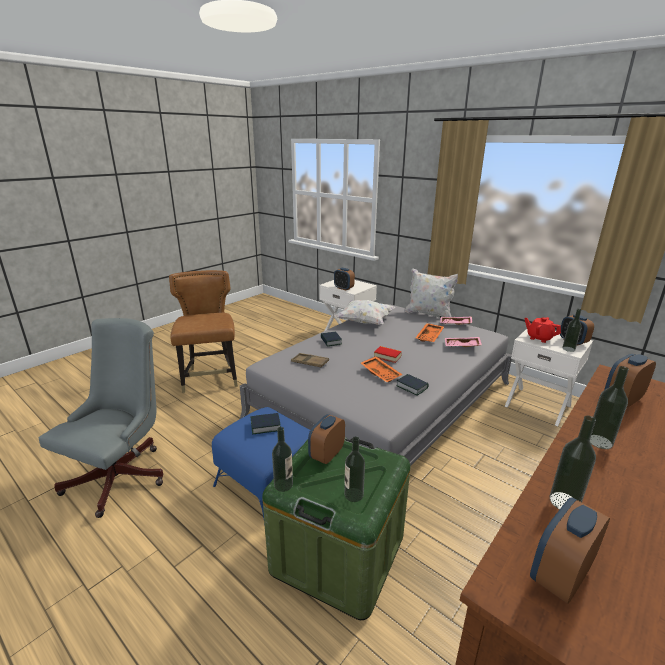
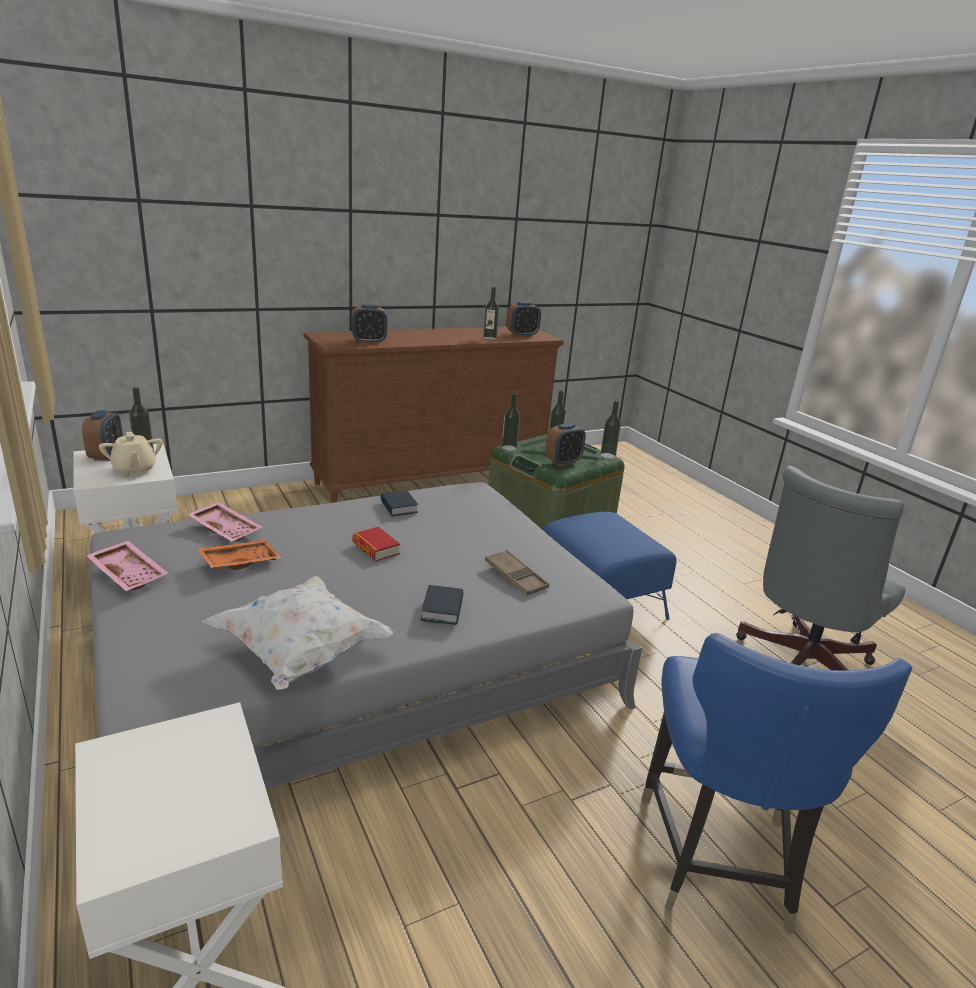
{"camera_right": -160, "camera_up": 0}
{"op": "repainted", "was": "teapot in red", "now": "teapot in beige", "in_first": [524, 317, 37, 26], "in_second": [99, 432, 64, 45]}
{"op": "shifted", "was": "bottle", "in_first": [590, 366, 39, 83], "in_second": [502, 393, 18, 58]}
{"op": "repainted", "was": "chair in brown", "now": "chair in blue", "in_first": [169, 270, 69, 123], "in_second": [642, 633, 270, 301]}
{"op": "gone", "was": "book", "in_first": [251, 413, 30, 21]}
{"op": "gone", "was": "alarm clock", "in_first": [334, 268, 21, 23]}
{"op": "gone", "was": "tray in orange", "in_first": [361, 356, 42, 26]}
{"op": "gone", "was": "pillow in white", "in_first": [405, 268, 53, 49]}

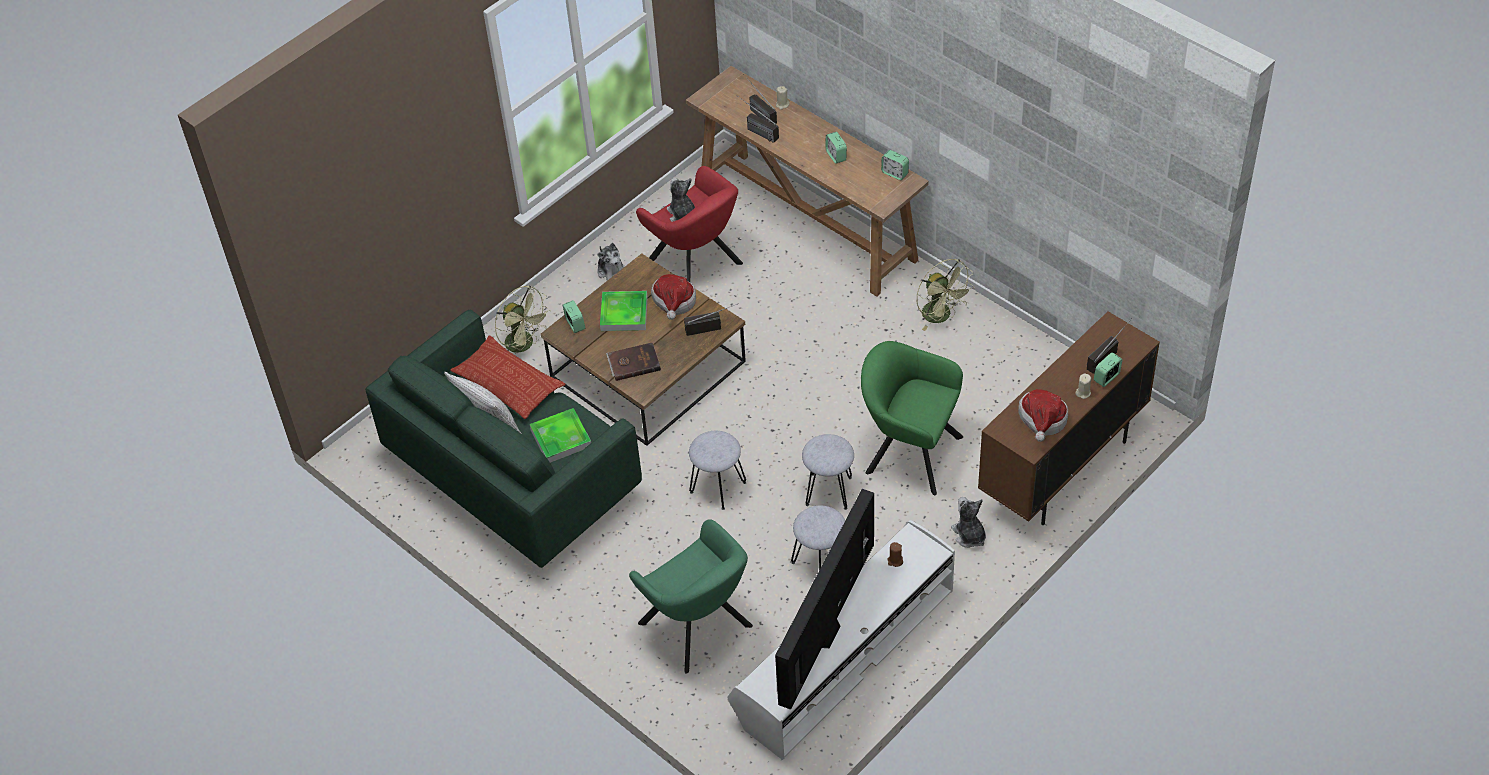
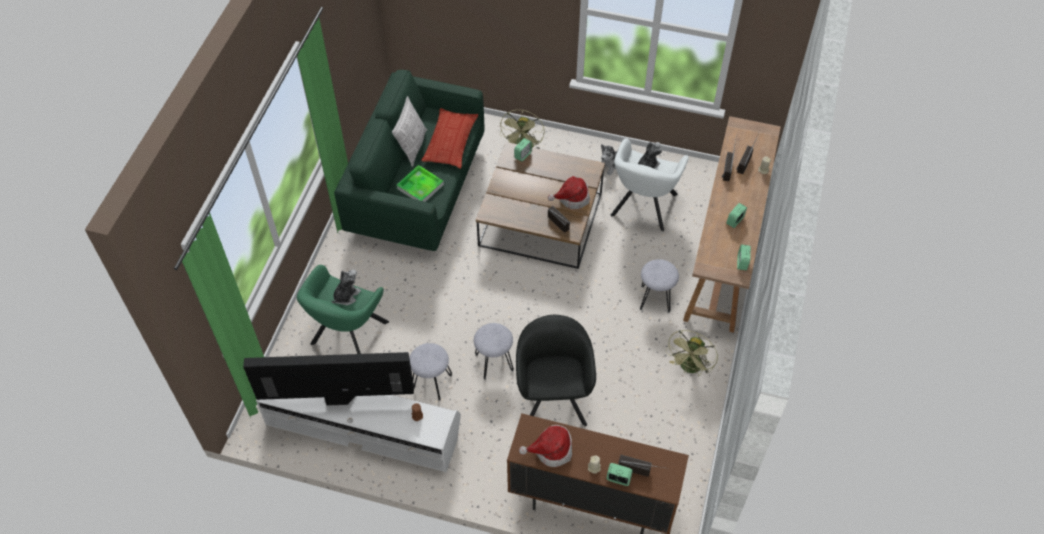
{"camera_right": 60, "camera_up": 5}
{"op": "shifted", "was": "plush toy", "in_first": [951, 497, 35, 51], "in_second": [332, 269, 29, 36]}
{"op": "repainted", "was": "armchair in green", "now": "armchair in black", "in_first": [861, 341, 102, 154], "in_second": [516, 315, 80, 111]}
{"op": "repainted", "was": "armchair in red", "now": "armchair in white", "in_first": [636, 166, 107, 116], "in_second": [610, 138, 79, 93]}
{"op": "shifted", "was": "stool in grey", "in_first": [689, 431, 57, 79], "in_second": [640, 259, 39, 54]}
{"op": "gone", "was": "tray", "in_first": [600, 291, 48, 40]}
{"op": "gone", "was": "book in brown", "in_first": [606, 343, 55, 38]}

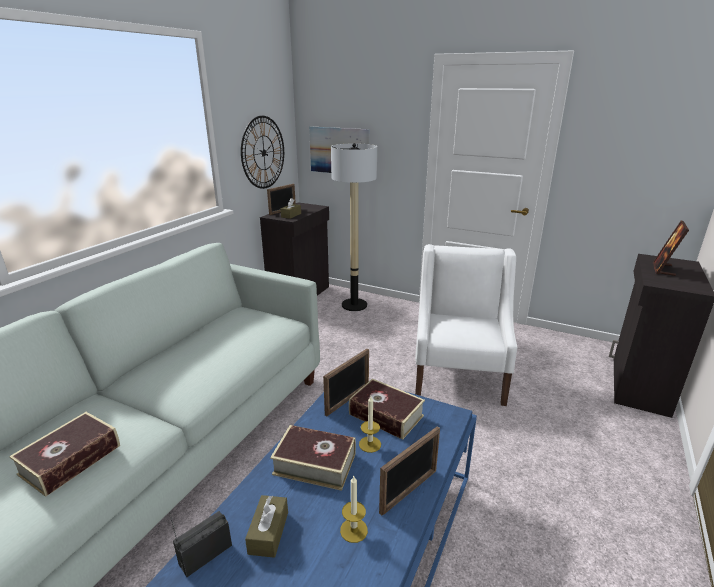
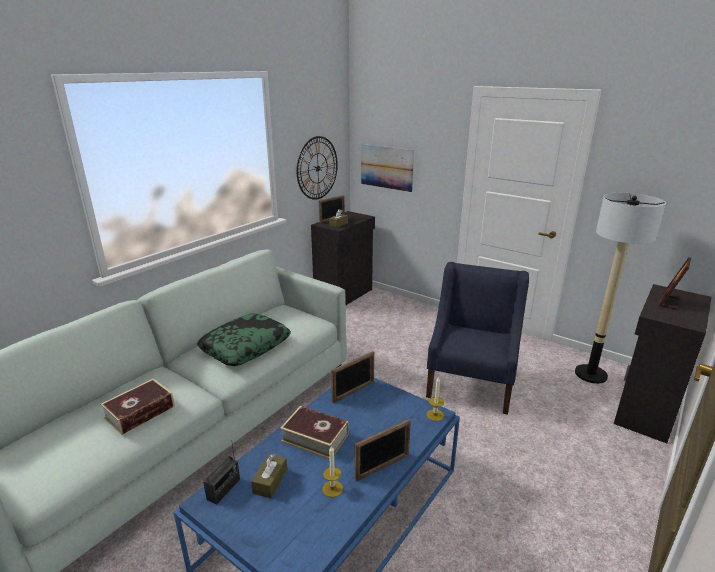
{"camera_right": 10, "camera_up": 0}
{"op": "new", "now": "pillow", "in_second": [197, 313, 94, 53]}
{"op": "rotated", "was": "radio", "in_first": [169, 511, 63, 66], "in_second": [203, 440, 37, 65], "clockwise": 150}
{"op": "repainted", "was": "armchair in white", "now": "armchair in blue", "in_first": [415, 244, 102, 162], "in_second": [426, 262, 103, 153]}
{"op": "shifted", "was": "candle", "in_first": [359, 396, 22, 57], "in_second": [427, 377, 17, 44]}
{"op": "shifted", "was": "floor lamp", "in_first": [331, 143, 46, 168], "in_second": [575, 193, 91, 191]}
{"op": "gone", "was": "book", "in_first": [349, 378, 76, 62]}

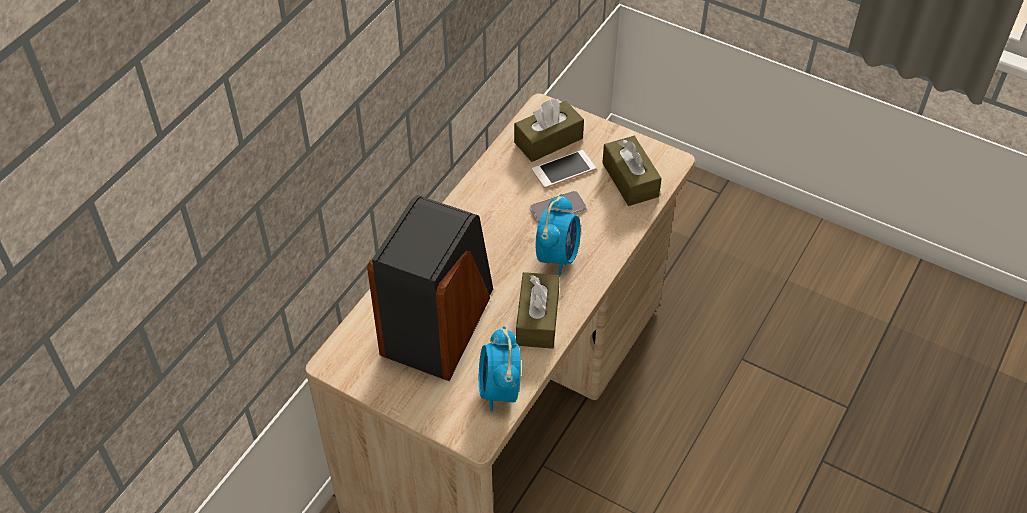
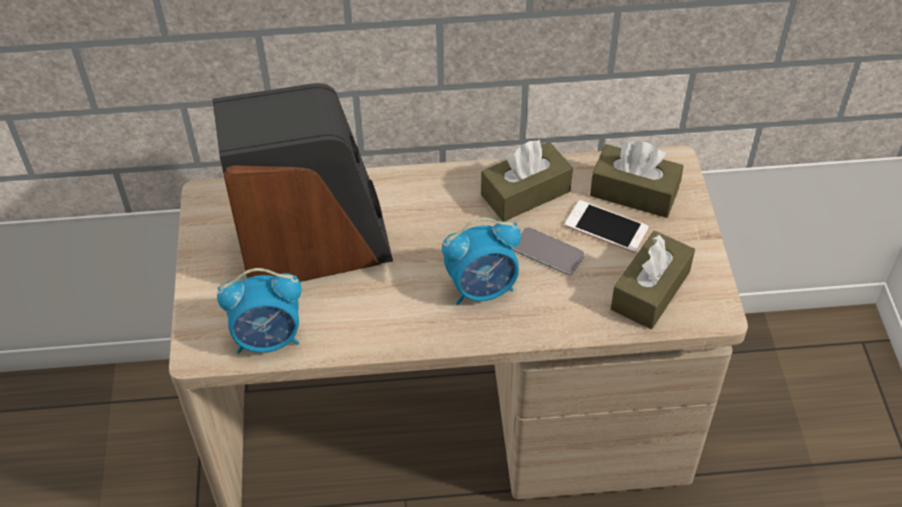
{"camera_right": 55, "camera_up": 0}
{"op": "rotated", "was": "alarm clock", "in_first": [479, 326, 42, 86], "in_second": [217, 268, 85, 86], "clockwise": -150}
{"op": "shifted", "was": "tissue box in brown", "in_first": [516, 272, 44, 77], "in_second": [481, 140, 92, 81]}

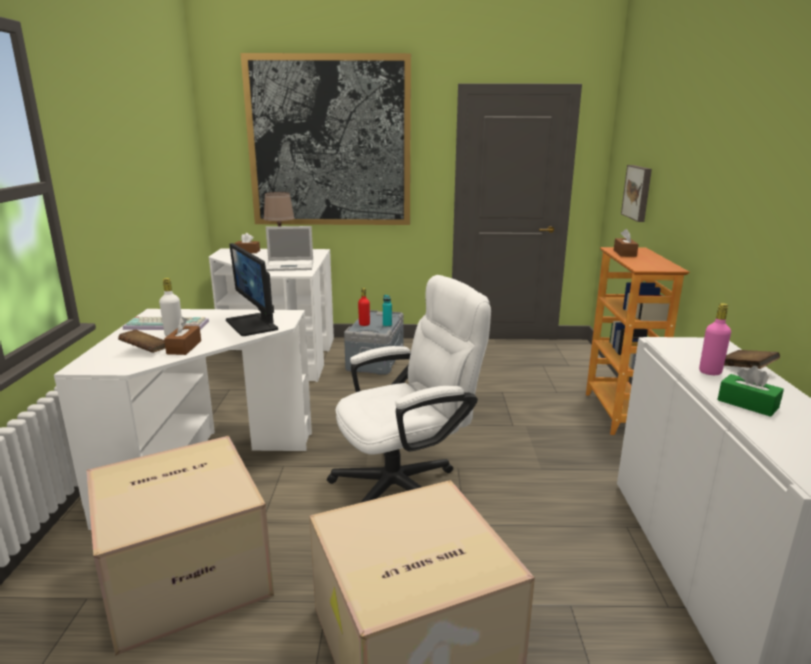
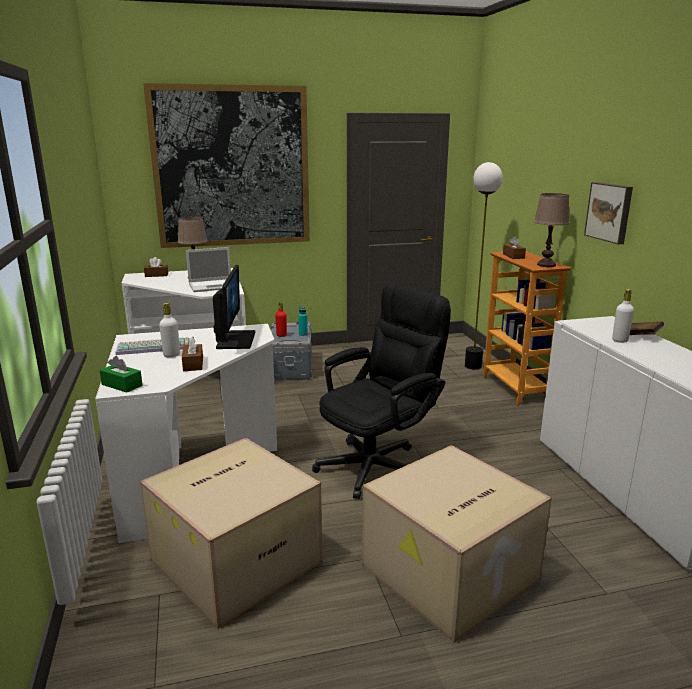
{"camera_right": -15, "camera_up": 0}
{"op": "shifted", "was": "tissue box in green", "in_first": [717, 366, 67, 51], "in_second": [100, 356, 43, 37]}
{"op": "rotated", "was": "monitor", "in_first": [226, 243, 52, 93], "in_second": [213, 265, 42, 84], "clockwise": -135}
{"op": "repainted", "was": "office chair in white", "now": "office chair in black", "in_first": [327, 275, 164, 228], "in_second": [312, 283, 139, 216]}
{"op": "new", "now": "floor lamp", "in_second": [465, 162, 38, 208]}
{"op": "new", "now": "table lamp in brown", "in_second": [534, 193, 35, 74]}
{"op": "shifted", "was": "picture", "in_first": [621, 165, 31, 57], "in_second": [584, 182, 49, 62]}
{"op": "repainted", "was": "bottle in pink", "now": "bottle in white", "in_first": [699, 303, 32, 72], "in_second": [612, 289, 22, 54]}
{"op": "gone", "was": "book in brown", "in_first": [118, 329, 47, 24]}

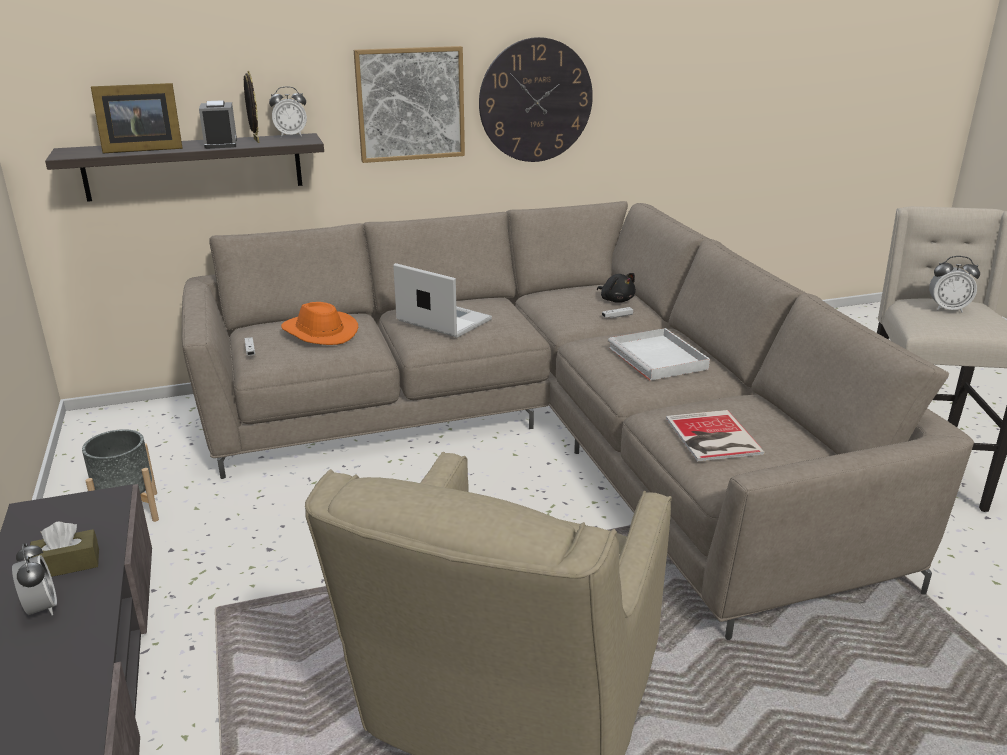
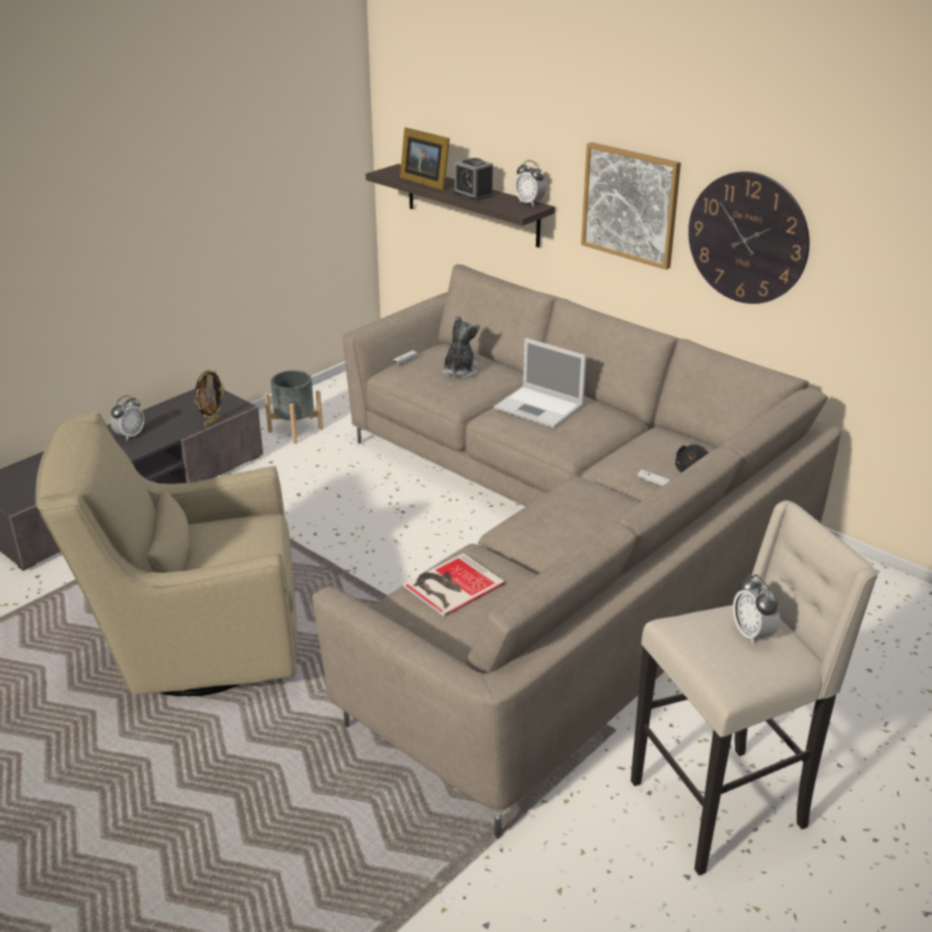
{"camera_right": 60, "camera_up": 5}
{"op": "shifted", "was": "picture frame", "in_first": [244, 71, 15, 72], "in_second": [195, 369, 30, 57]}
{"op": "swapped", "was": "hat in orange", "now": "plush toy", "in_first": [281, 302, 77, 43], "in_second": [442, 315, 38, 63]}
{"op": "rotated", "was": "alarm clock", "in_first": [199, 100, 38, 49], "in_second": [453, 158, 41, 43], "clockwise": 90}
{"op": "rotated", "was": "laptop", "in_first": [393, 263, 99, 75], "in_second": [494, 338, 93, 90], "clockwise": 120}
{"op": "gone", "was": "tissue box in brown", "in_first": [28, 522, 71, 55]}
{"op": "gone", "was": "tray in white", "in_first": [608, 328, 102, 53]}

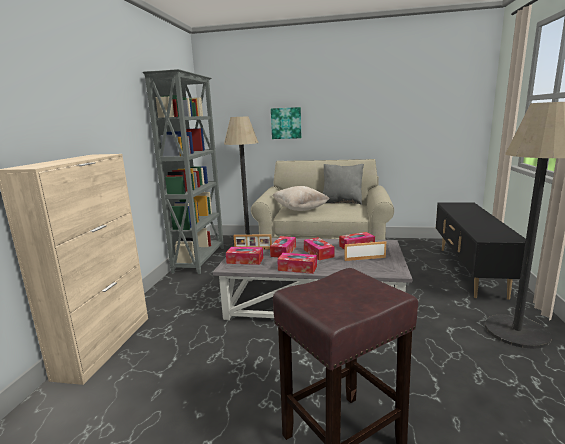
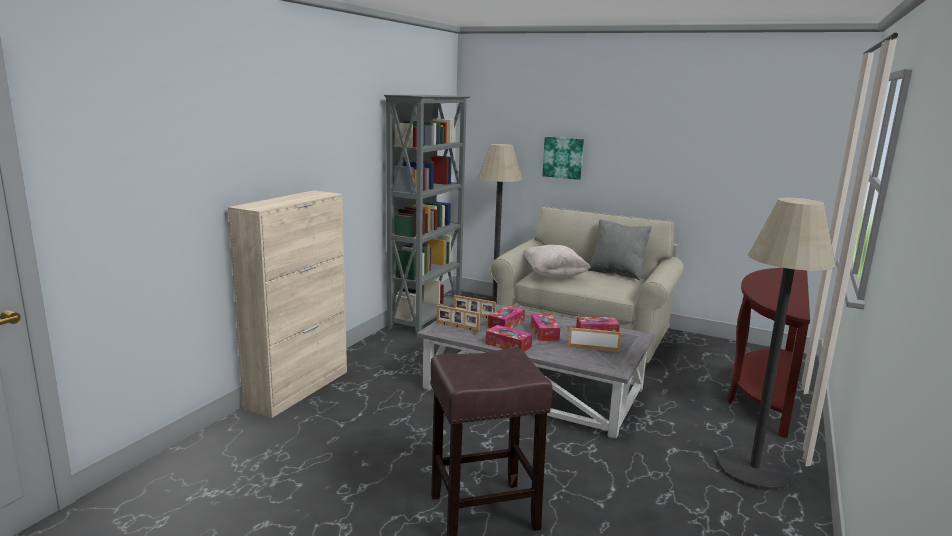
{"camera_right": 15, "camera_up": 0}
{"op": "swapped", "was": "tissue box", "now": "picture frame", "in_first": [226, 247, 37, 18], "in_second": [437, 305, 43, 27]}
{"op": "swapped", "was": "tv stand in black", "now": "console table in brown", "in_first": [436, 203, 90, 97], "in_second": [727, 268, 83, 170]}

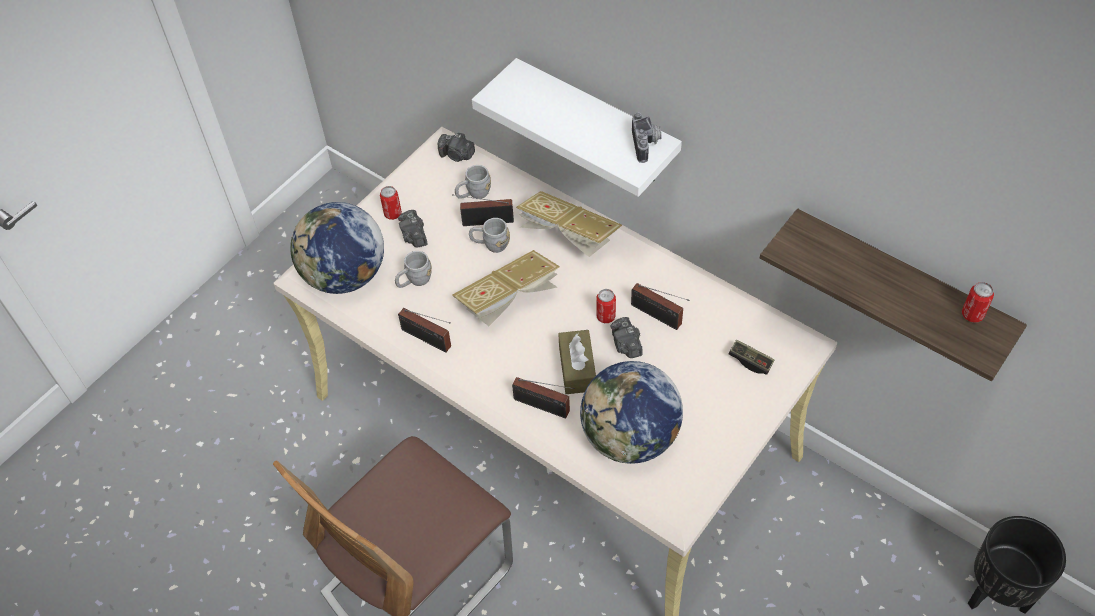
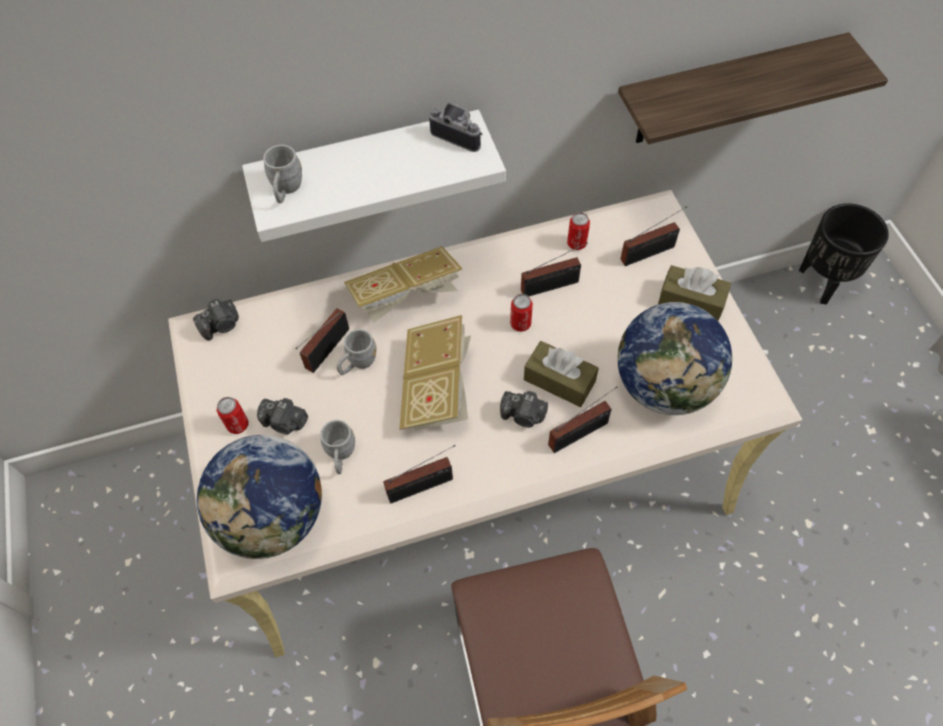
{"camera_right": -55, "camera_up": 5}
{"op": "shifted", "was": "mug in grey", "in_first": [455, 165, 36, 34], "in_second": [263, 145, 39, 58]}
{"op": "shifted", "was": "photo camera", "in_first": [611, 317, 32, 41], "in_second": [500, 391, 48, 37]}
{"op": "shifted", "was": "can", "in_first": [962, 282, 32, 41], "in_second": [567, 212, 23, 38]}
{"op": "swapped", "was": "game controller", "now": "radio", "in_first": [729, 340, 46, 35], "in_second": [620, 206, 67, 60]}
{"op": "new", "now": "tissue box in brown", "in_second": [658, 265, 73, 56]}

